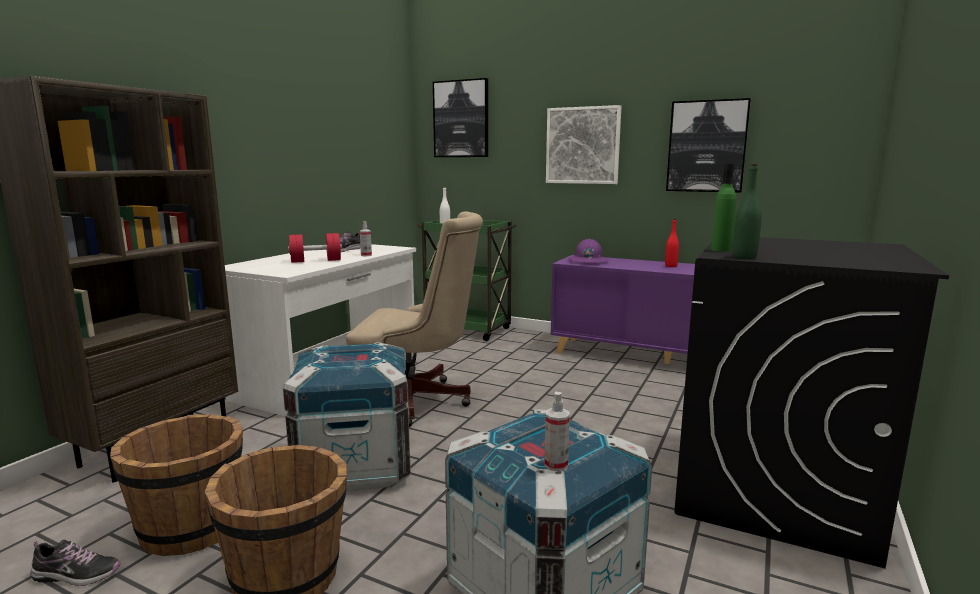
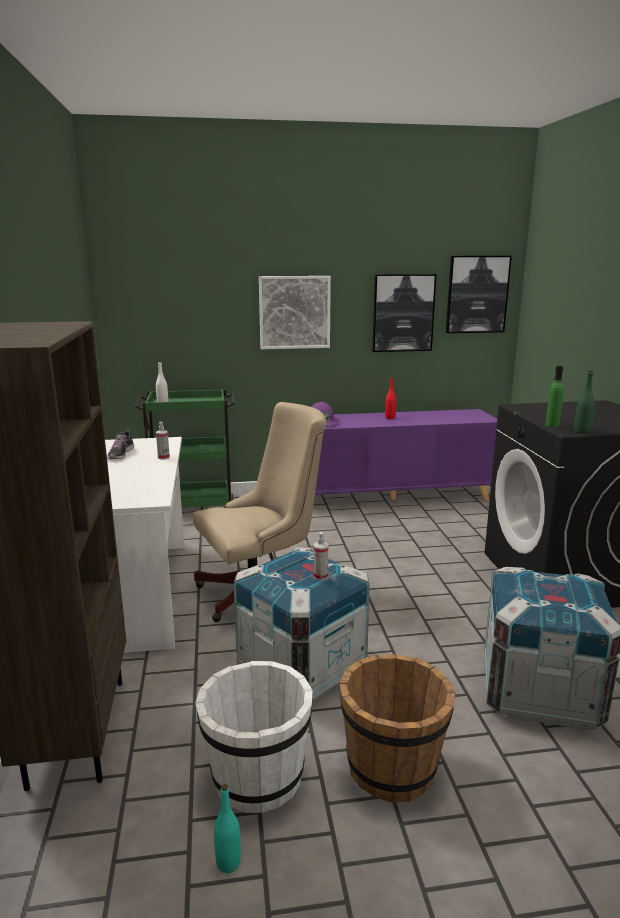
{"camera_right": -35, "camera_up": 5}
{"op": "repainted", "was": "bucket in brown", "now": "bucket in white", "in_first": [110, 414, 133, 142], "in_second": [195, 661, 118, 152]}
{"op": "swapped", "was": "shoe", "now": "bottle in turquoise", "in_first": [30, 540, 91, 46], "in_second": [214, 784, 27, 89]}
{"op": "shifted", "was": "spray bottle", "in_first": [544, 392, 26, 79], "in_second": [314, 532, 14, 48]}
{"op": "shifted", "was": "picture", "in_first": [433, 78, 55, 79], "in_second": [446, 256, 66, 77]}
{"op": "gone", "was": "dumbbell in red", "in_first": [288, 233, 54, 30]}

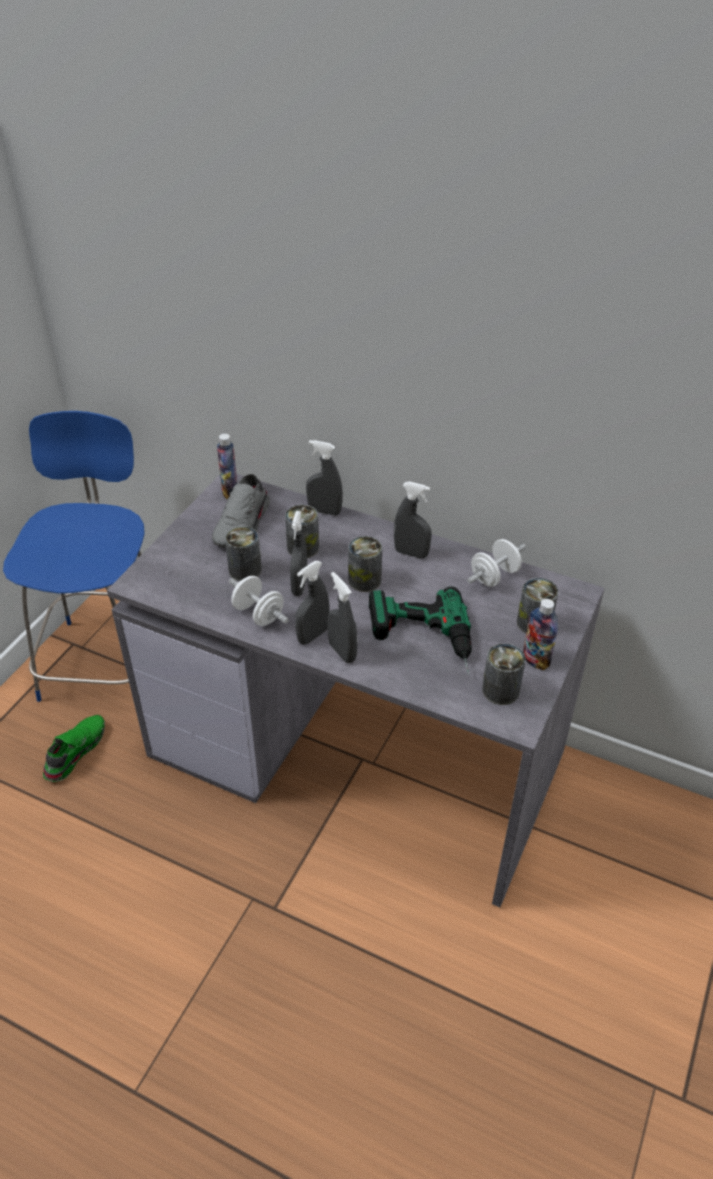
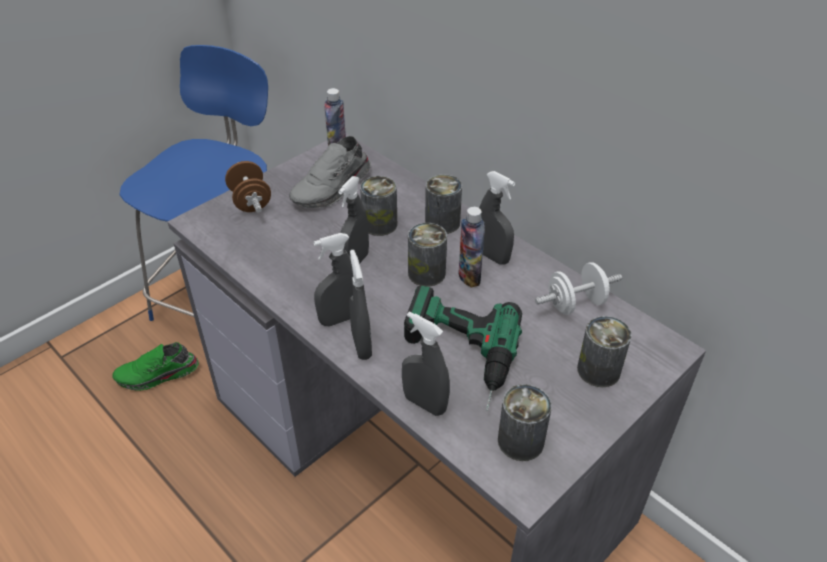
{"camera_right": 20, "camera_up": 0}
{"op": "rotated", "was": "shoe in green", "in_first": [43, 715, 62, 67], "in_second": [112, 342, 87, 49], "clockwise": -150}
{"op": "new", "now": "dumbbell in brown", "in_second": [225, 161, 46, 52]}
{"op": "shifted", "was": "spray bottle in grey", "in_first": [306, 440, 37, 76], "in_second": [402, 312, 48, 104]}
{"op": "shifted", "was": "can", "in_first": [225, 526, 37, 55], "in_second": [425, 174, 37, 60]}
{"op": "shifted", "was": "bottle", "in_first": [523, 599, 35, 71], "in_second": [459, 207, 26, 80]}
{"op": "gone", "was": "dumbbell in white", "in_first": [229, 576, 60, 50]}

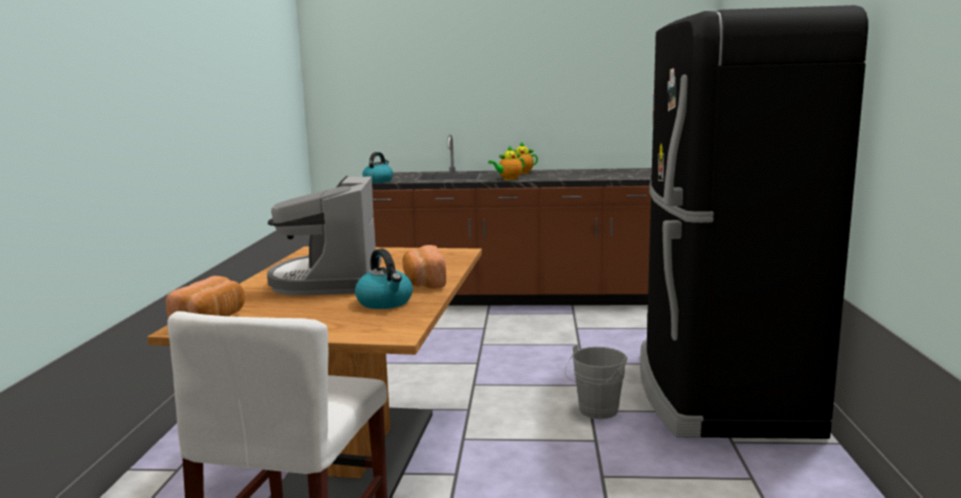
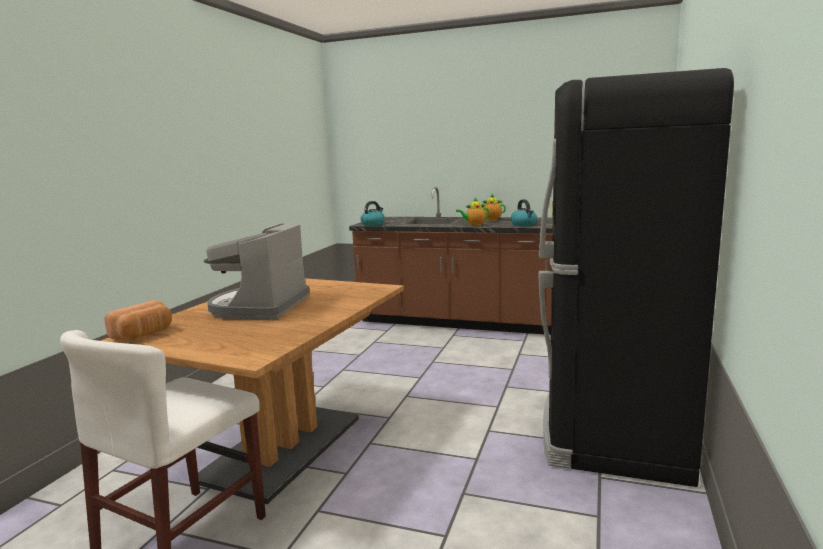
{"camera_right": 15, "camera_up": 0}
{"op": "shifted", "was": "kettle", "in_first": [355, 248, 58, 61], "in_second": [510, 199, 27, 27]}
{"op": "gone", "was": "bread", "in_first": [403, 245, 43, 44]}
{"op": "gone", "was": "bucket in grey", "in_first": [565, 345, 62, 74]}

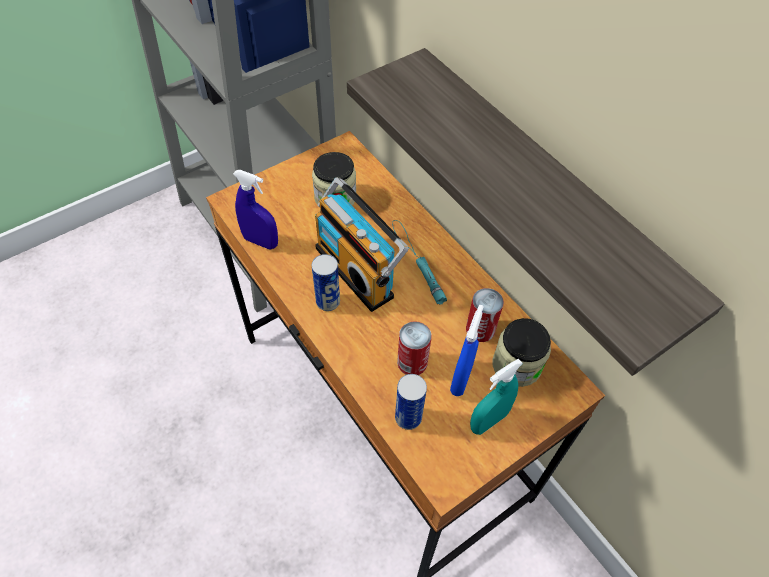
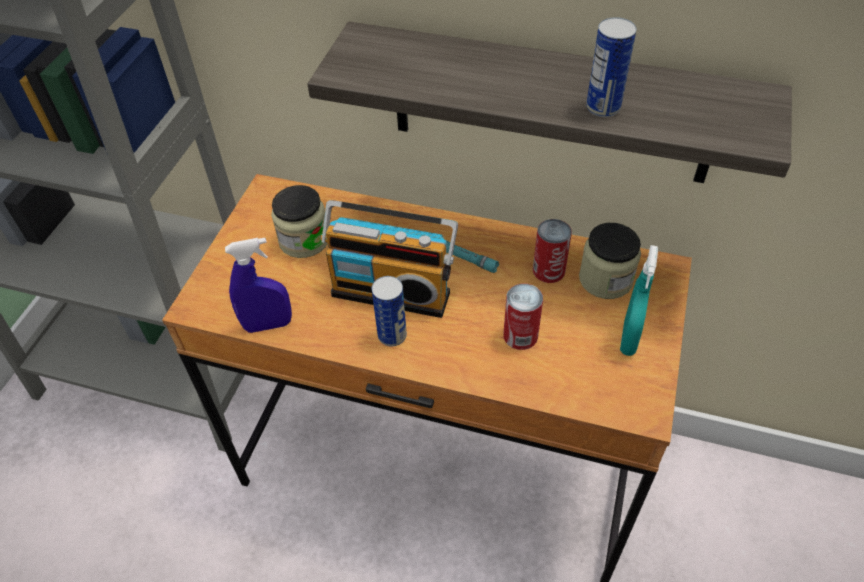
{"camera_right": -35, "camera_up": -5}
{"op": "shifted", "was": "can", "in_first": [395, 374, 32, 56], "in_second": [586, 17, 50, 100]}
{"op": "gone", "was": "spray bottle in blue", "in_first": [450, 305, 34, 91]}

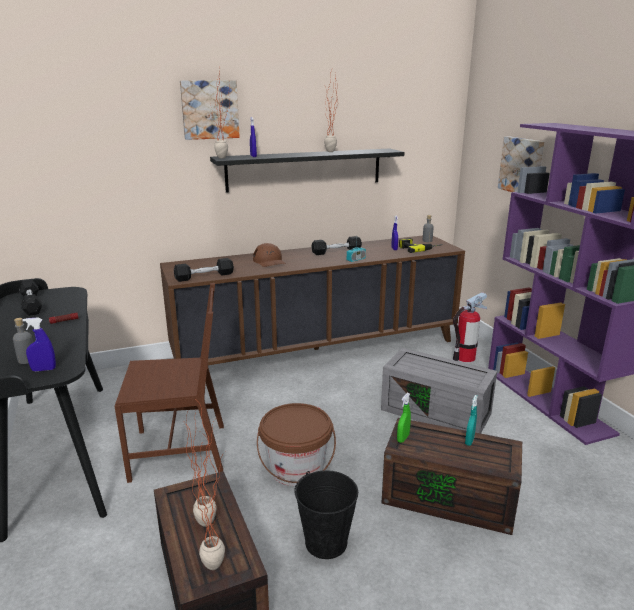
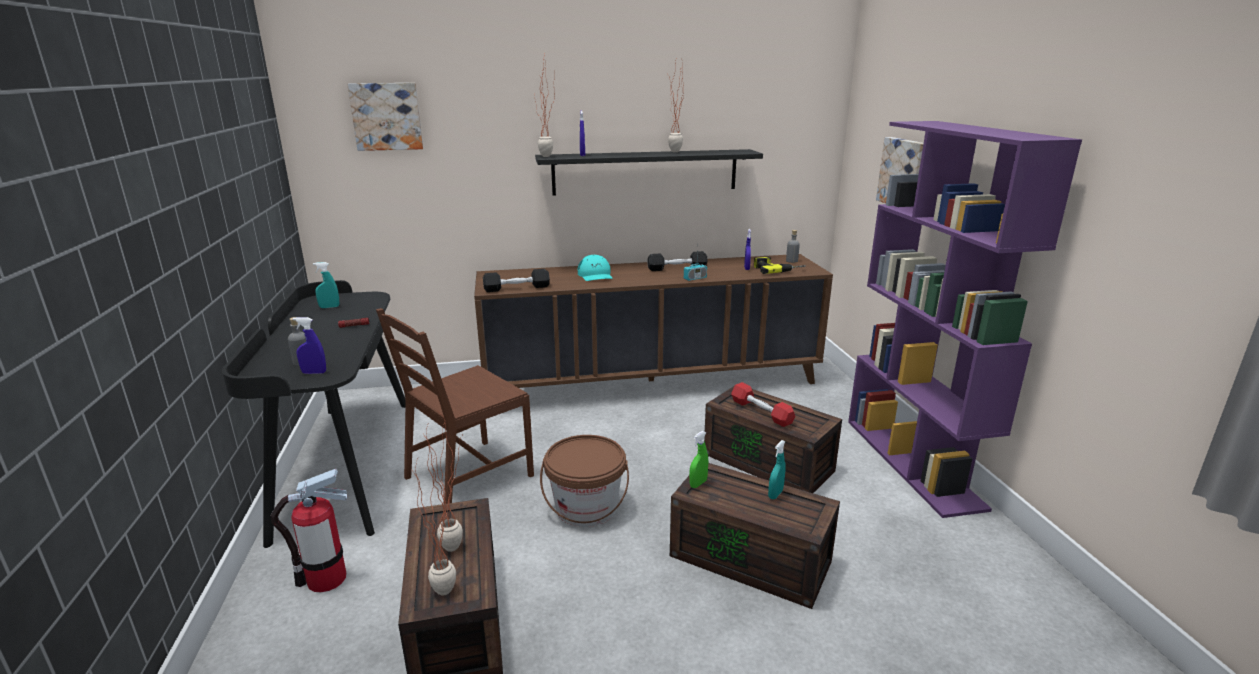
{"camera_right": 10, "camera_up": 0}
{"op": "shifted", "was": "fire extinguisher", "in_first": [453, 292, 34, 70], "in_second": [271, 469, 76, 124]}
{"op": "swapped", "was": "dumbbell in black", "now": "spray bottle in turquoise", "in_first": [19, 279, 23, 37], "in_second": [313, 262, 26, 46]}
{"op": "shifted", "was": "picture", "in_first": [180, 80, 60, 60], "in_second": [347, 83, 76, 68]}
{"op": "rotated", "was": "chair in brown", "in_first": [114, 283, 110, 200], "in_second": [376, 308, 158, 196], "clockwise": 135}
{"op": "repainted", "was": "cap in brown", "now": "cap in turquoise", "in_first": [253, 243, 33, 24], "in_second": [578, 255, 35, 26]}
{"op": "repainted", "was": "storage box in grey", "now": "storage box in brown", "in_first": [381, 348, 116, 86], "in_second": [704, 386, 138, 107]}
{"op": "new", "now": "dumbbell in red", "in_second": [731, 382, 64, 45]}
{"op": "gone", "was": "bucket in black", "in_first": [294, 470, 64, 89]}

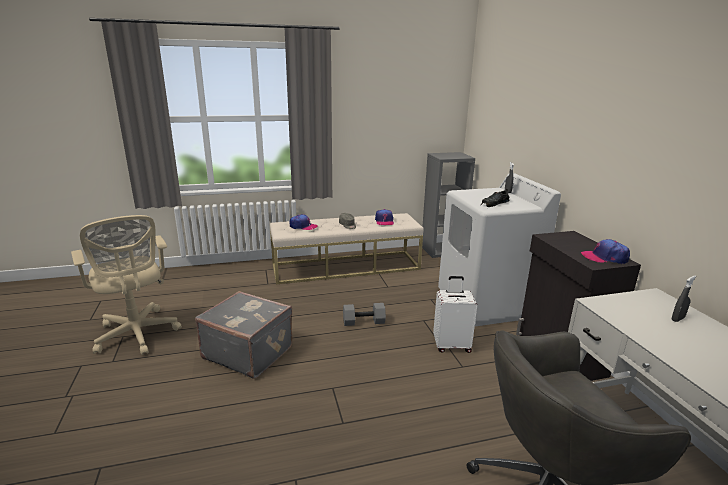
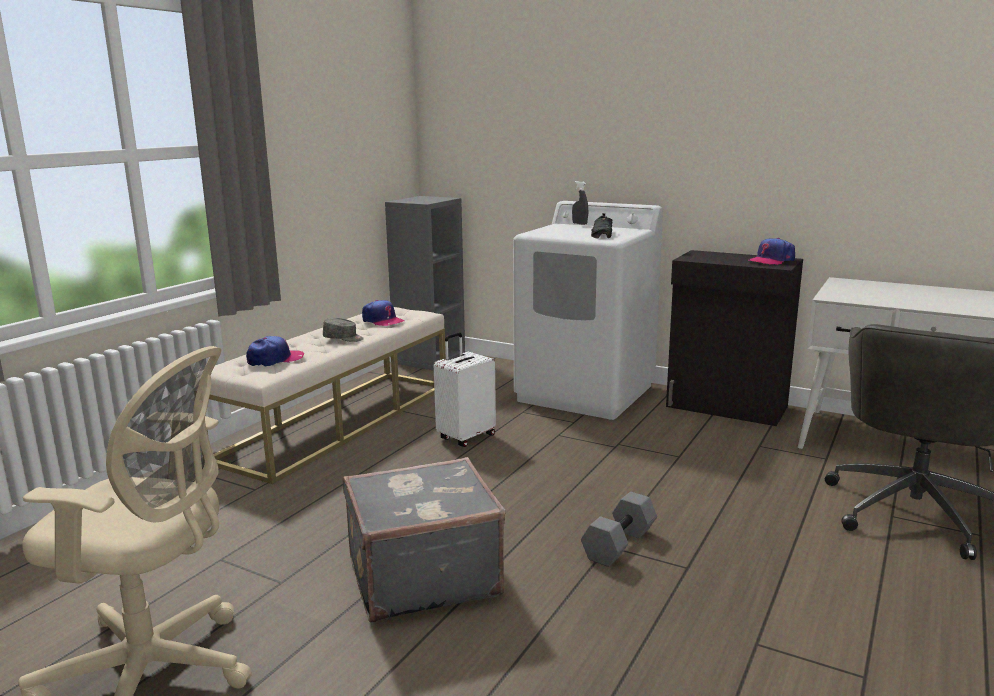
{"camera_right": -45, "camera_up": -5}
{"op": "shifted", "was": "suitcase in white", "in_first": [433, 276, 44, 77], "in_second": [434, 332, 62, 115]}
{"op": "shifted", "was": "dumbbell in grey", "in_first": [343, 303, 43, 23], "in_second": [581, 492, 76, 75]}
{"op": "gone", "was": "spray bottle in grey", "in_first": [672, 276, 24, 46]}

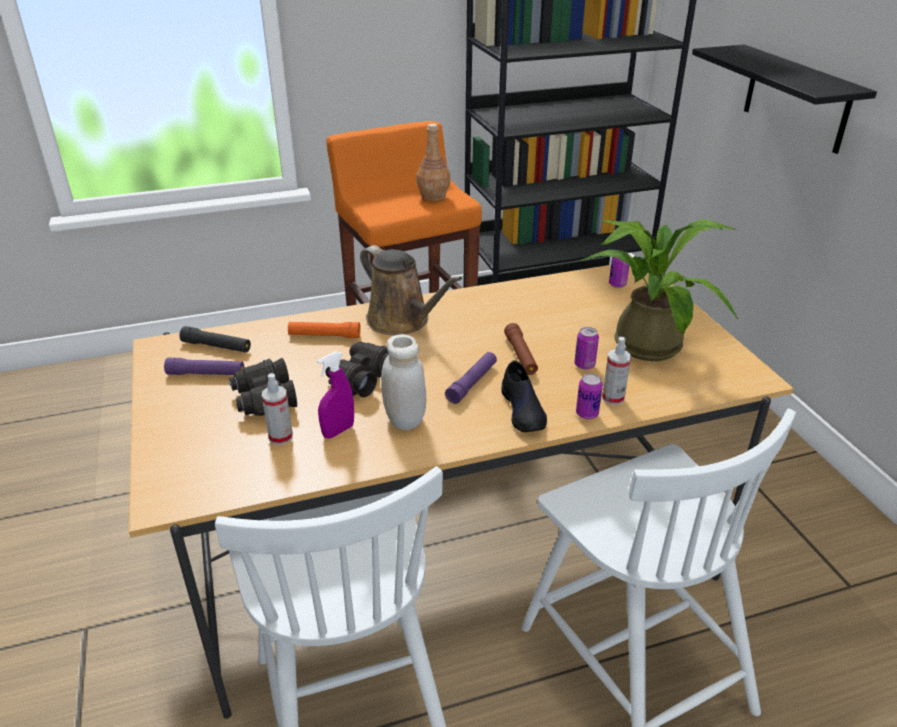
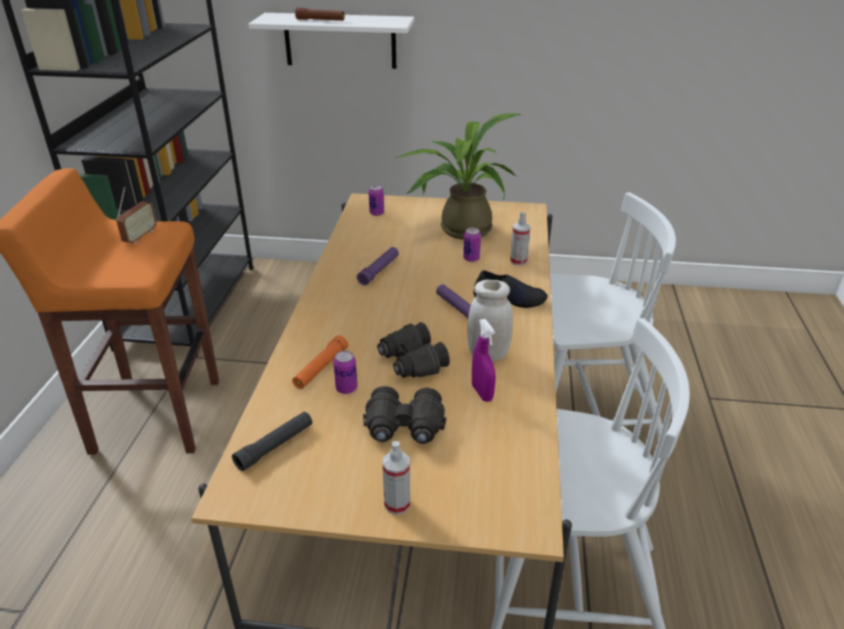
{"camera_right": -65, "camera_up": 0}
{"op": "swapped", "was": "bottle in brown", "now": "radio", "in_first": [416, 124, 34, 77], "in_second": [116, 187, 40, 57]}
{"op": "repainted", "was": "shelf in black", "now": "shelf in white", "in_first": [692, 45, 185, 109], "in_second": [248, 13, 166, 56]}
{"op": "shifted", "was": "flashlight in brown", "in_first": [504, 323, 34, 52], "in_second": [295, 8, 50, 13]}
{"op": "shifted", "was": "can", "in_first": [576, 374, 27, 45], "in_second": [333, 351, 24, 43]}
{"op": "shifted", "was": "flashlight in purple", "in_first": [164, 357, 80, 18], "in_second": [357, 247, 42, 38]}
{"op": "shifted", "was": "spray bottle", "in_first": [262, 373, 31, 72], "in_second": [383, 441, 27, 74]}
{"op": "gone", "was": "watering can in brown", "in_first": [360, 245, 102, 90]}

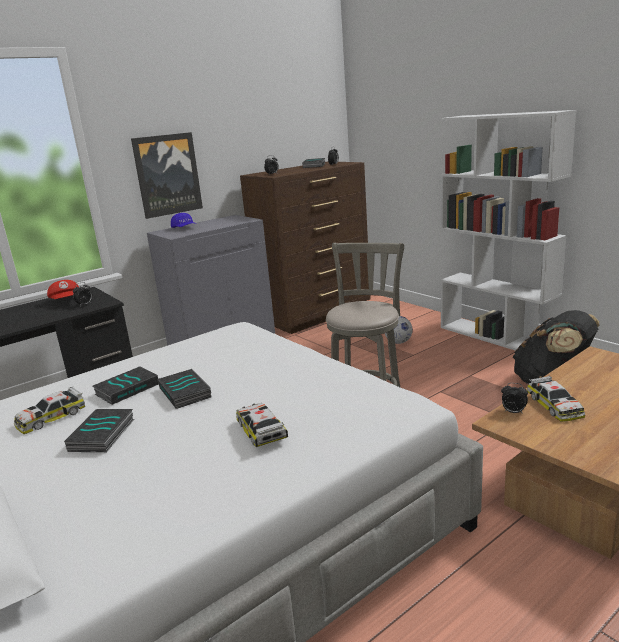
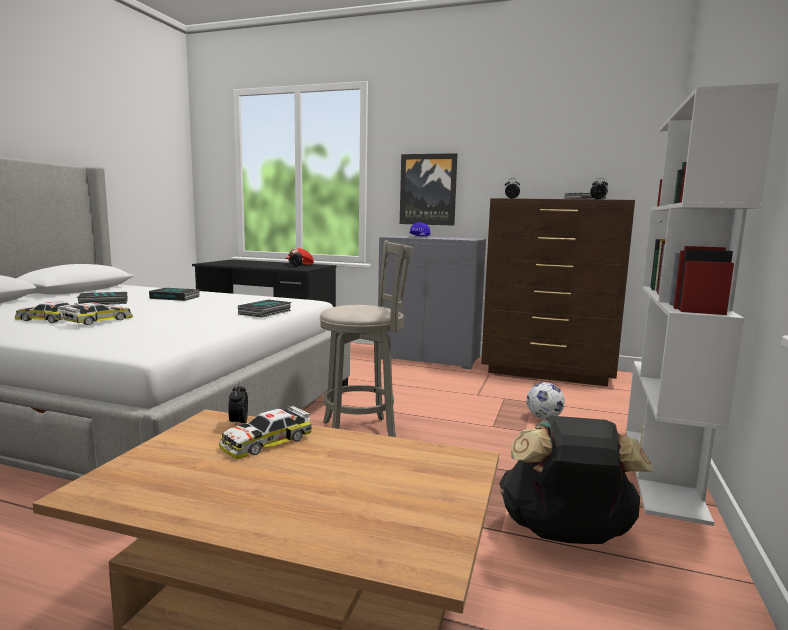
{"camera_right": 55, "camera_up": -10}
{"op": "shifted", "was": "toy car", "in_first": [14, 386, 71, 48], "in_second": [15, 301, 63, 22]}
{"op": "shifted", "was": "book", "in_first": [158, 369, 54, 40], "in_second": [238, 300, 53, 18]}

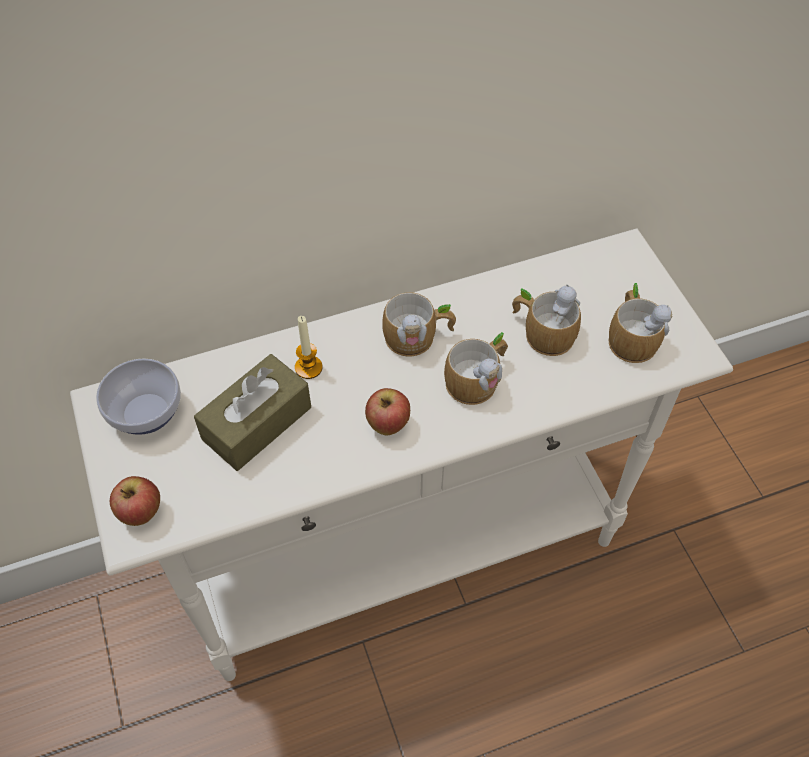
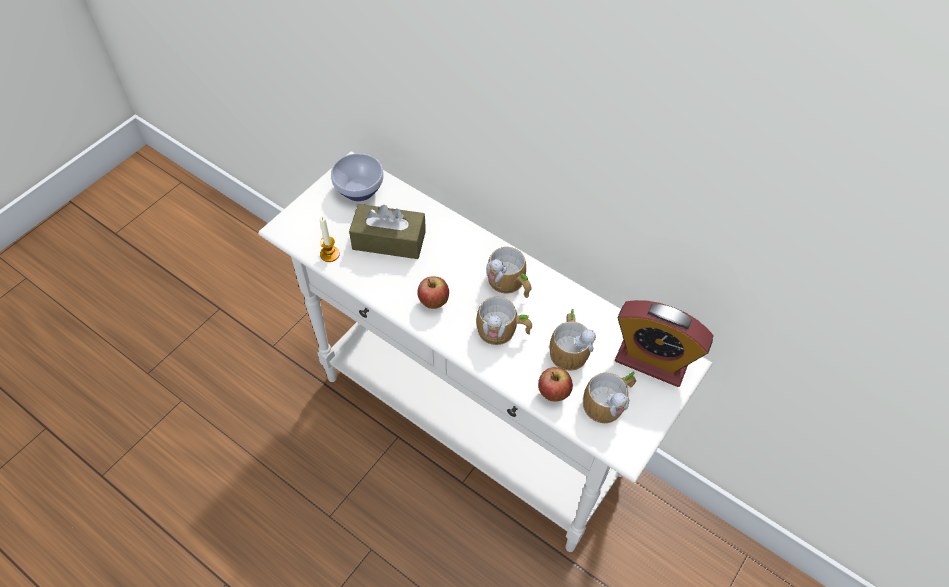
{"camera_right": 55, "camera_up": 0}
{"op": "shifted", "was": "candle", "in_first": [295, 316, 28, 63], "in_second": [320, 216, 20, 46]}
{"op": "shifted", "was": "apple", "in_first": [110, 476, 50, 50], "in_second": [538, 367, 35, 34]}
{"op": "new", "now": "alarm clock", "in_second": [615, 300, 99, 87]}

